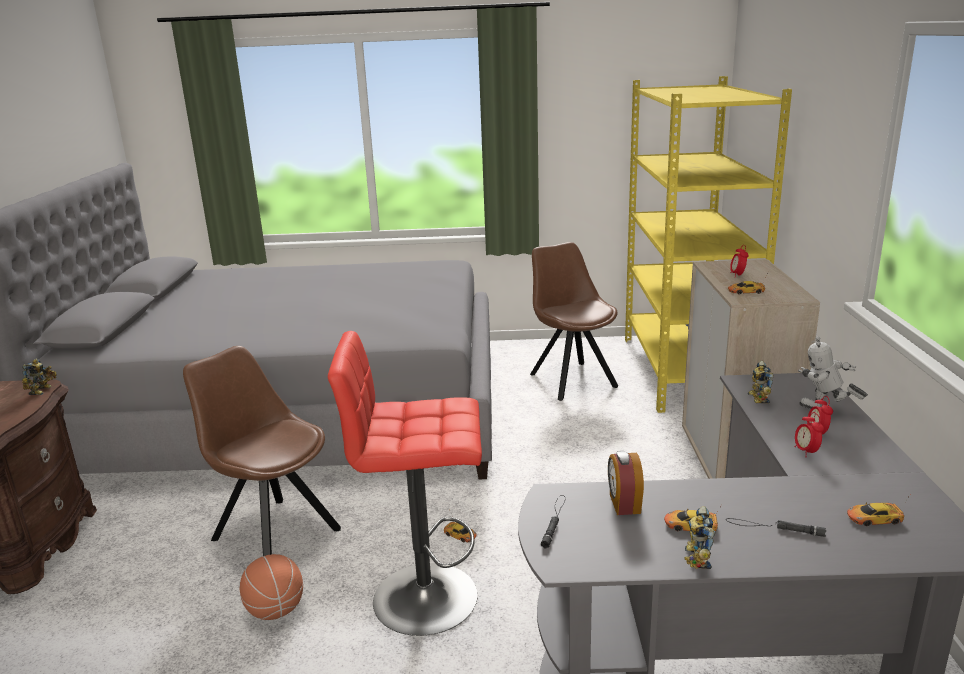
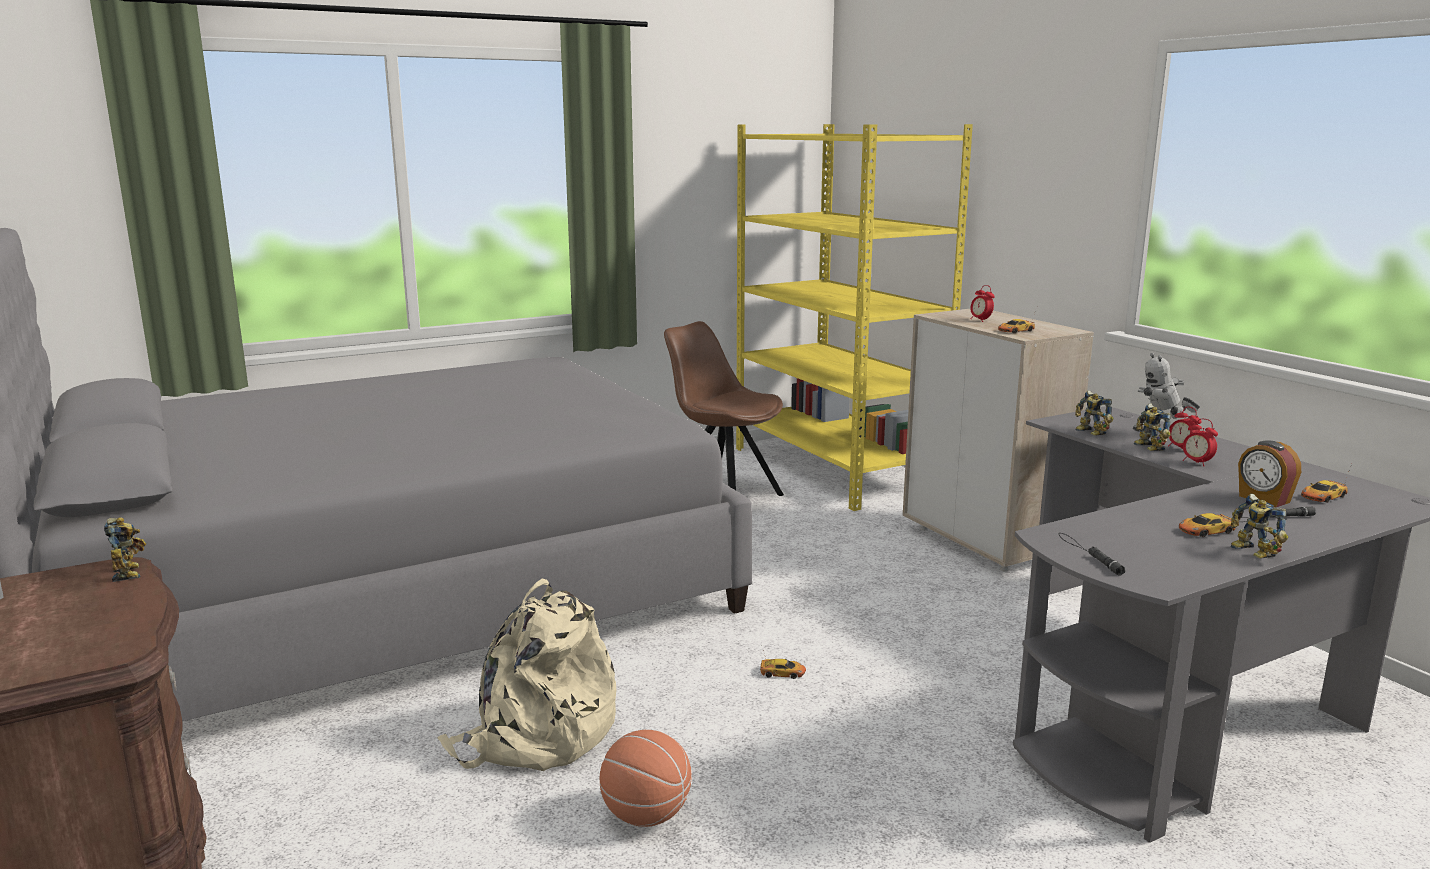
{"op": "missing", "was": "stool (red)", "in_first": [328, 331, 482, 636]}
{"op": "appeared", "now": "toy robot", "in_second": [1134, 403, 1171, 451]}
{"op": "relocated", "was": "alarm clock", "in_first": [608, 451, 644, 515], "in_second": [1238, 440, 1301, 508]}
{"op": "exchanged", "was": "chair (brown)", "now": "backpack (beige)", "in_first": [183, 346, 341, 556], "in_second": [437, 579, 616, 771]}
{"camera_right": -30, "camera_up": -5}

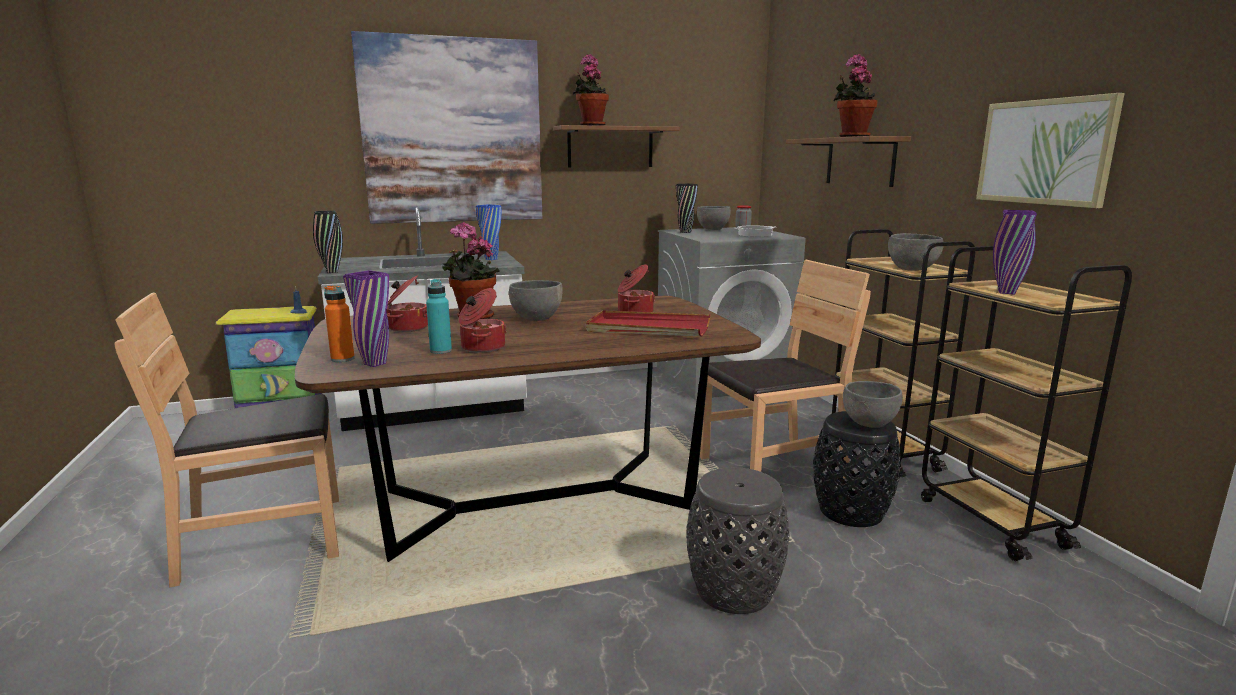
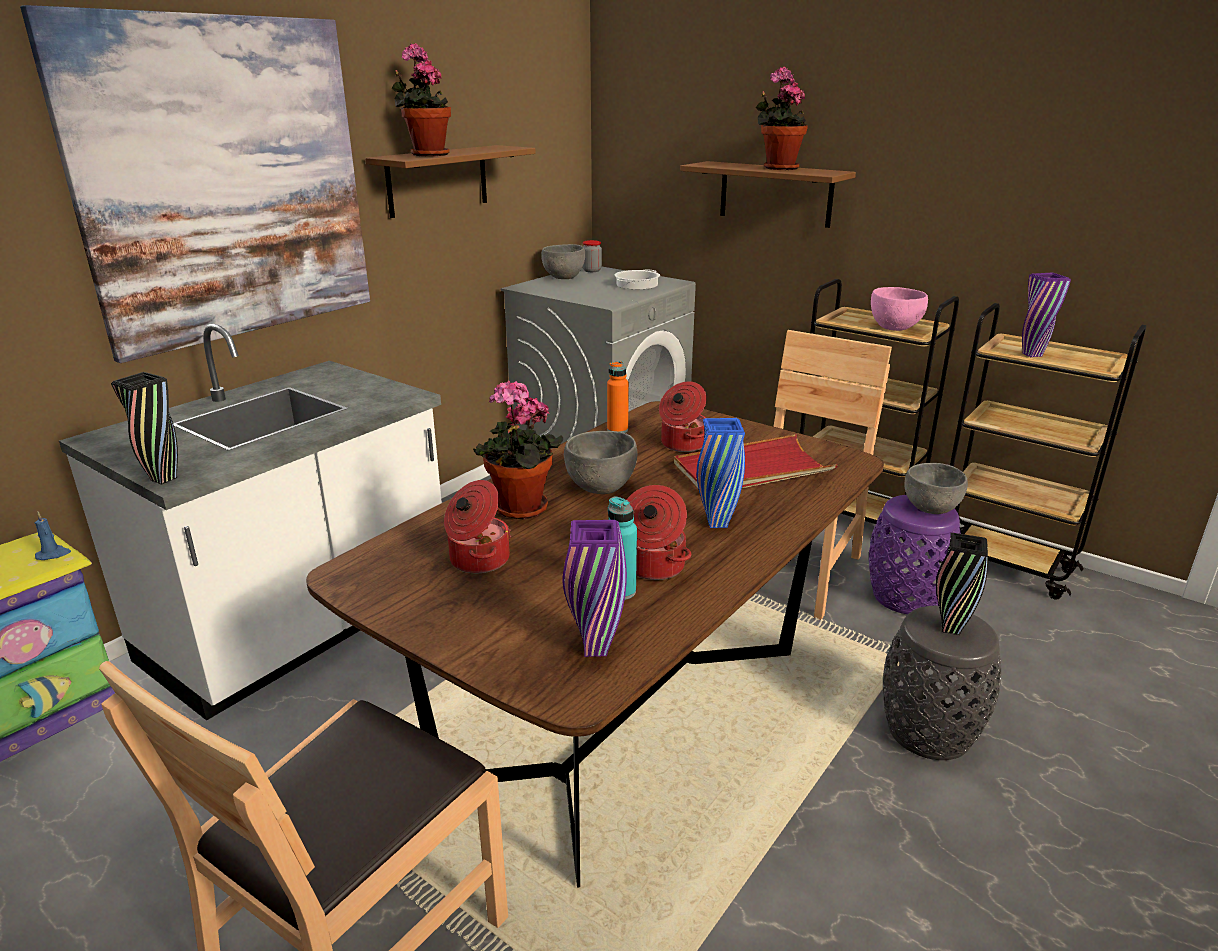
{"op": "missing", "was": "picture", "in_first": [976, 93, 1125, 208]}
{"op": "relocated", "was": "bottle (orange)", "in_first": [324, 286, 355, 362], "in_second": [607, 361, 629, 433]}
{"op": "relocated", "was": "vase (blue)", "in_first": [476, 204, 501, 260], "in_second": [697, 418, 745, 528]}
{"op": "relocated", "was": "vase (black)", "in_first": [676, 184, 698, 233], "in_second": [936, 533, 988, 635]}
{"op": "colour", "was": "stool (black)", "now": "stool (purple)", "in_first": [813, 411, 901, 527], "in_second": [869, 495, 961, 614]}
{"op": "colour", "was": "bowl (grey)", "now": "bowl (pink)", "in_first": [888, 233, 944, 271], "in_second": [871, 287, 928, 331]}
{"camera_right": -35, "camera_up": 10}

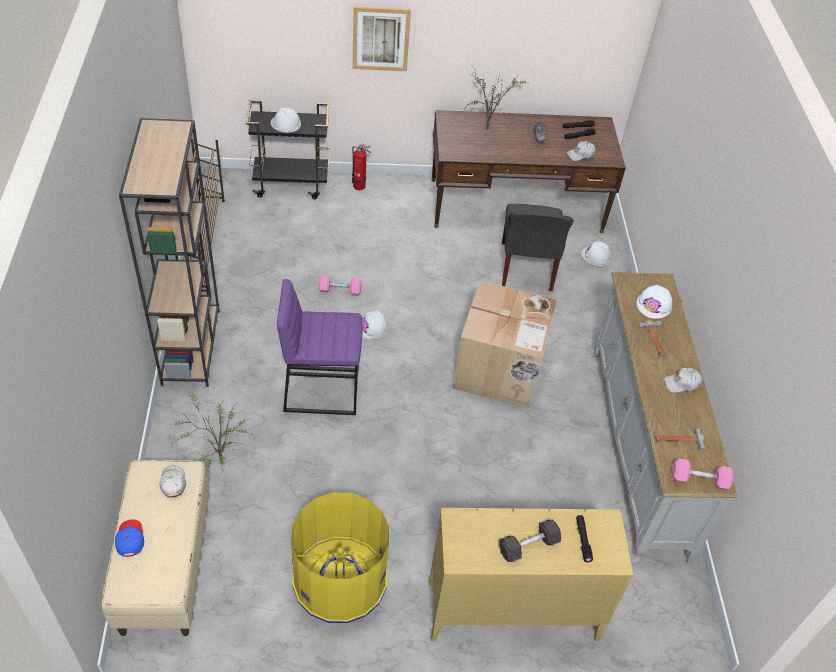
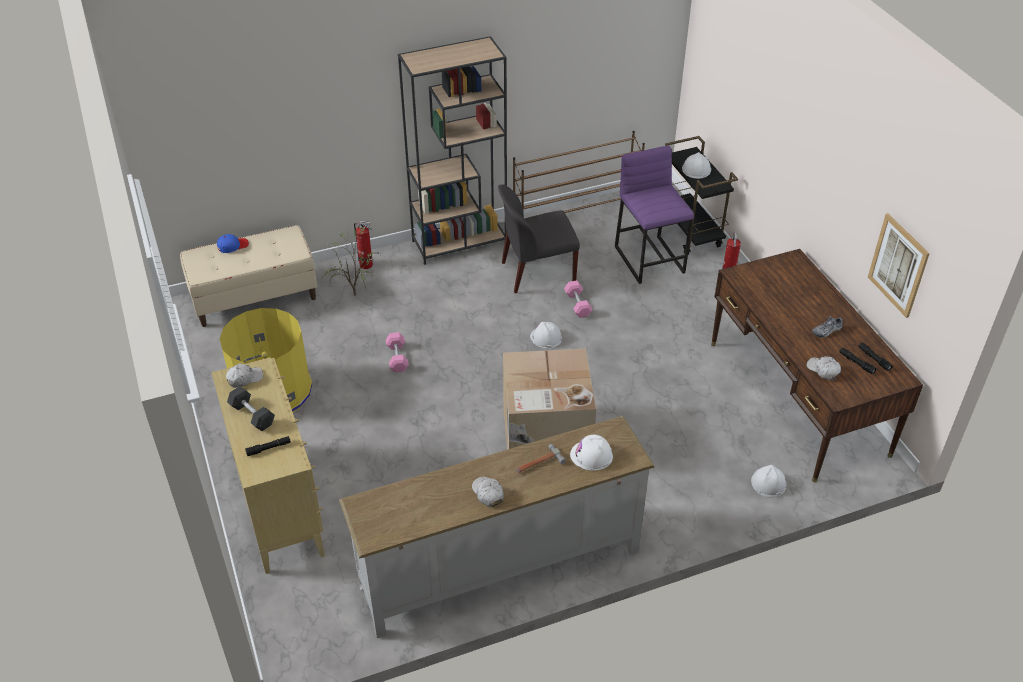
{"op": "missing", "was": "potted plant", "in_first": [463, 67, 529, 130]}
{"op": "missing", "was": "hammer", "in_first": [655, 428, 706, 452]}
{"op": "appeared", "now": "fire extinguisher", "in_second": [354, 221, 373, 269]}
{"op": "relocated", "was": "cap (white)", "in_first": [160, 465, 186, 498], "in_second": [226, 363, 263, 388]}
{"op": "relocated", "was": "stool (purple)", "in_first": [277, 279, 362, 415], "in_second": [615, 146, 694, 284]}
{"op": "relocated", "was": "picture", "in_first": [352, 7, 411, 71], "in_second": [868, 213, 930, 318]}
{"op": "relocated", "was": "chair (grey)", "in_first": [502, 204, 573, 291], "in_second": [498, 184, 580, 293]}
{"op": "relocated", "was": "dumbbell (pink)", "in_first": [672, 459, 734, 490], "in_second": [386, 332, 409, 372]}
{"camera_right": 75, "camera_up": -5}

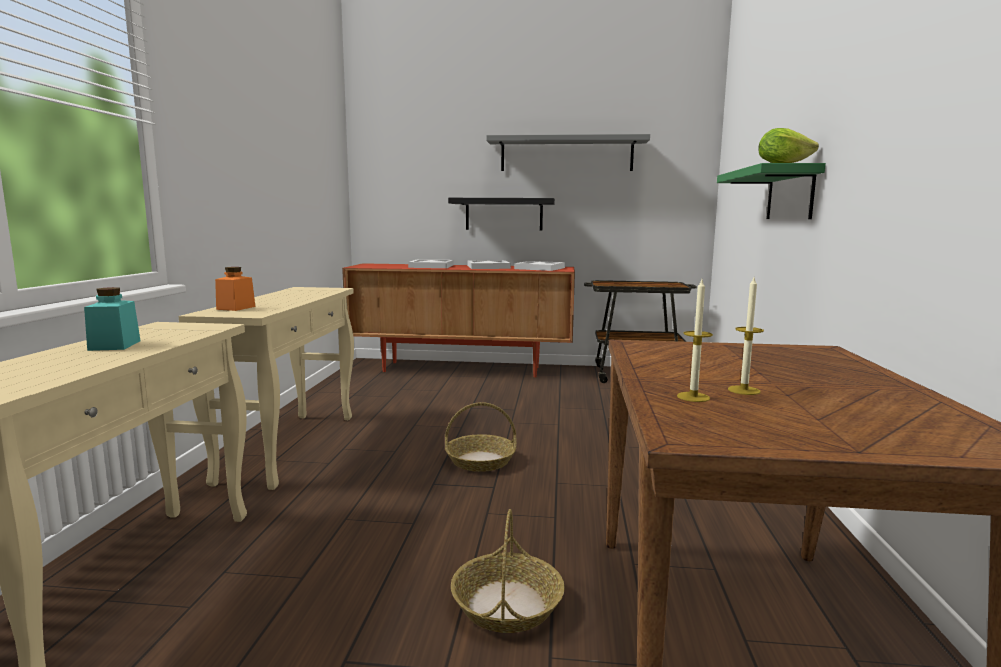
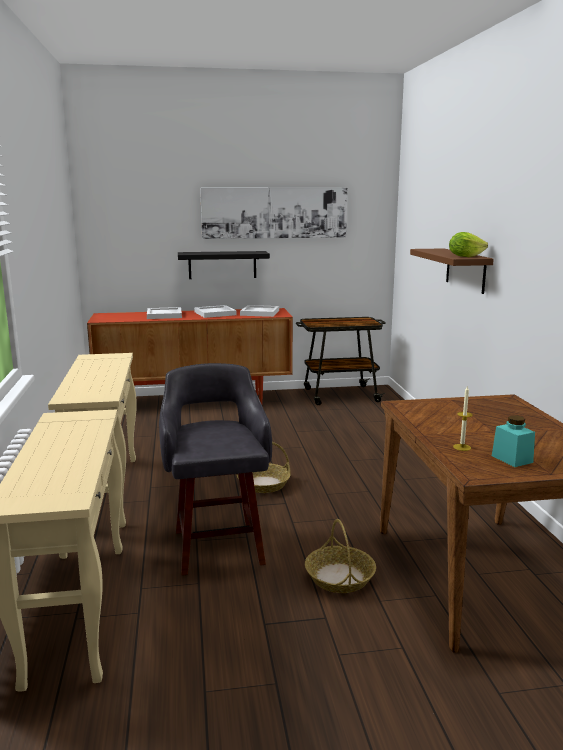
{"op": "missing", "was": "jar (orange)", "in_first": [215, 267, 256, 311]}
{"op": "missing", "was": "candle", "in_first": [728, 278, 764, 395]}
{"op": "appeared", "now": "stool (grey)", "in_second": [159, 363, 272, 575]}
{"op": "relocated", "was": "jar (turquoise)", "in_first": [84, 287, 141, 351], "in_second": [492, 415, 535, 467]}
{"op": "exchanged", "was": "shelf (grey)", "now": "picture", "in_first": [486, 134, 650, 171], "in_second": [200, 188, 347, 239]}
{"op": "colour", "was": "shelf (green)", "now": "shelf (brown)", "in_first": [717, 163, 826, 219], "in_second": [410, 248, 494, 294]}
{"camera_right": -15, "camera_up": 5}

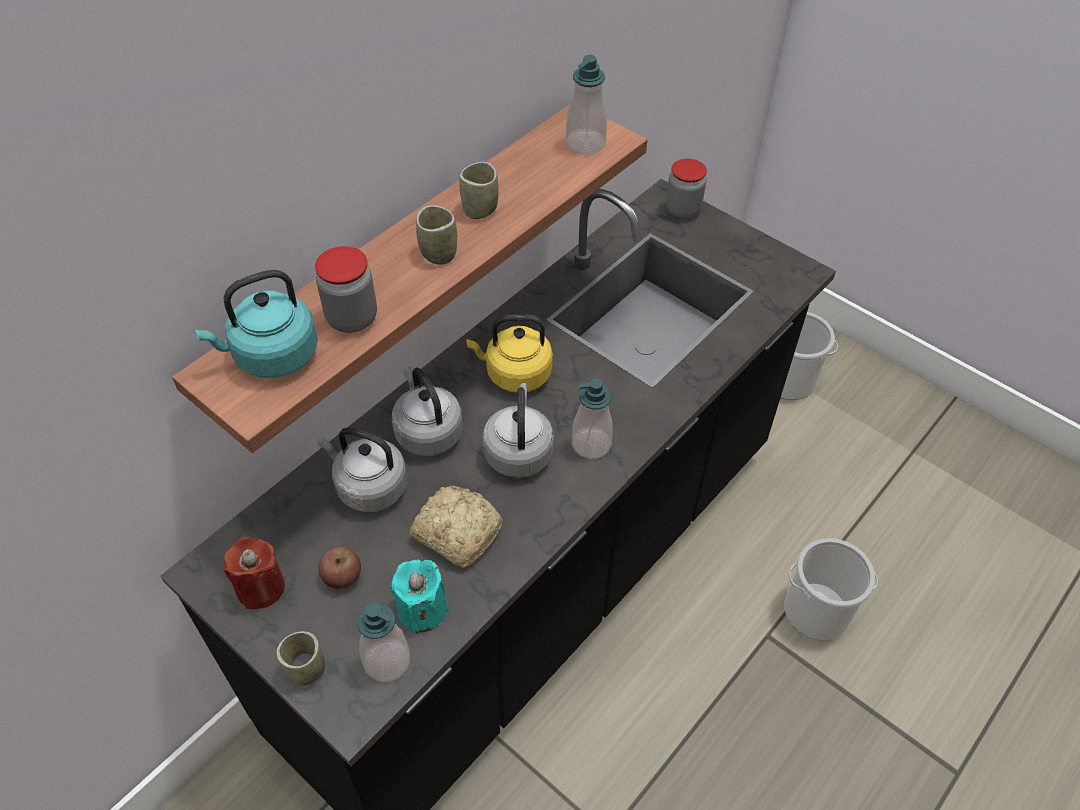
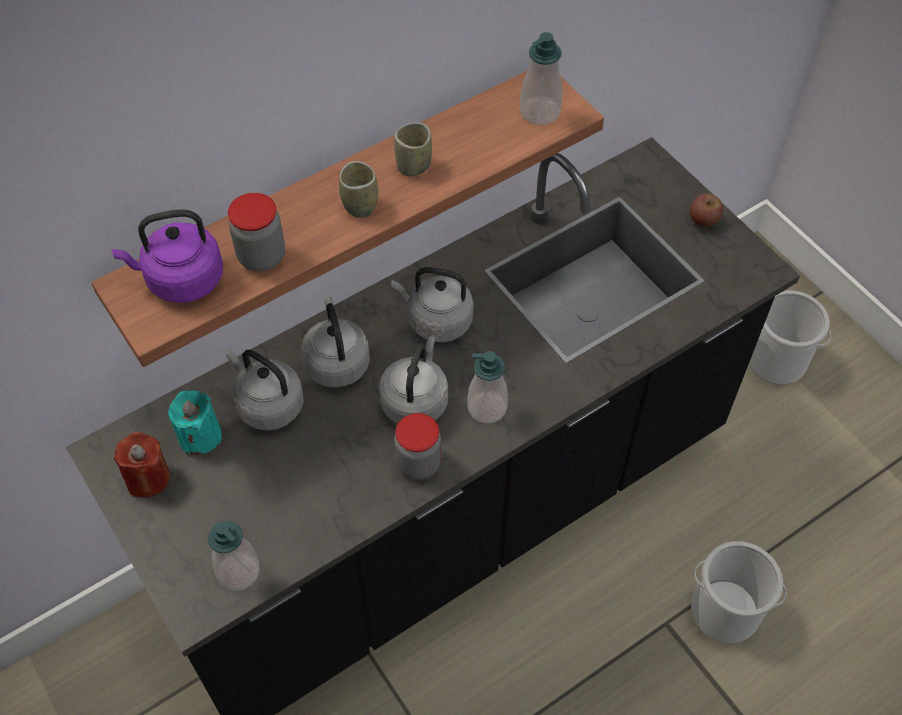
{"op": "missing", "was": "cup", "in_first": [276, 631, 325, 686]}
{"op": "missing", "was": "bread", "in_first": [409, 486, 502, 568]}
{"op": "relocated", "was": "apple", "in_first": [318, 547, 361, 589], "in_second": [690, 194, 724, 227]}
{"op": "relocated", "was": "candle (turquoise)", "in_first": [390, 559, 449, 634], "in_second": [168, 390, 222, 455]}
{"op": "relocated", "was": "jar", "in_first": [666, 159, 707, 219], "in_second": [394, 413, 441, 480]}
{"op": "colour", "was": "kettle (turquoise)", "now": "kettle (purple)", "in_first": [194, 270, 318, 378], "in_second": [111, 209, 223, 303]}
{"op": "colour", "was": "kettle (yellow)", "now": "kettle (grey)", "in_first": [466, 314, 553, 393], "in_second": [391, 267, 474, 343]}
{"camera_right": 15, "camera_up": 5}

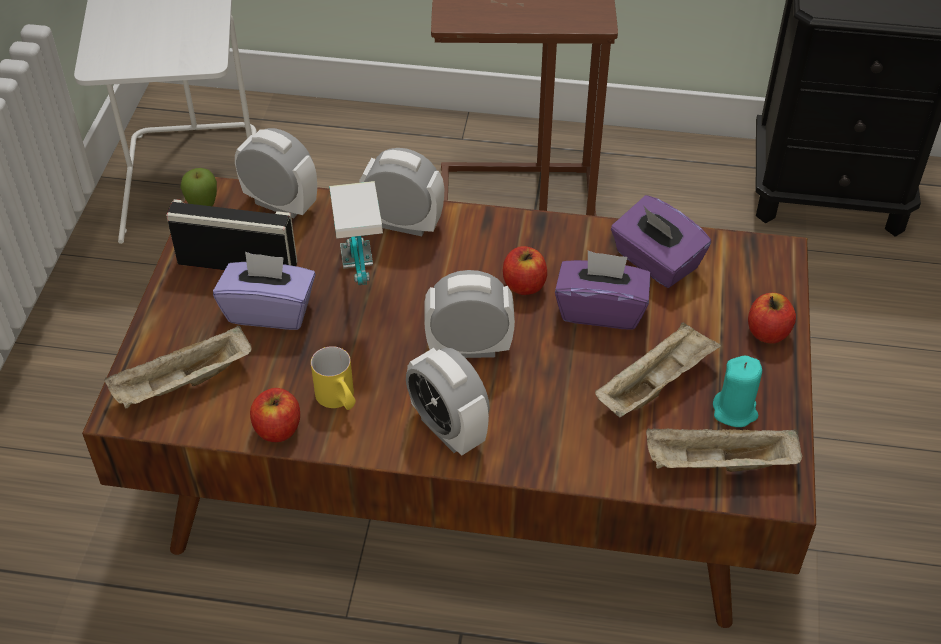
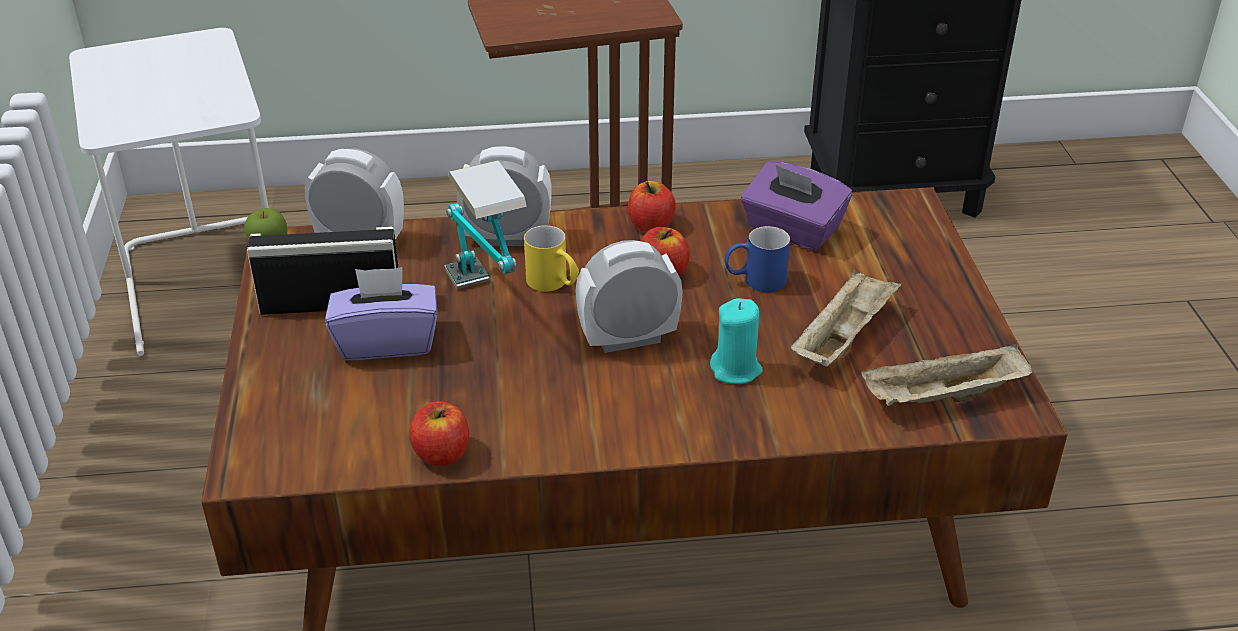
{"op": "missing", "was": "tray (beige)", "in_first": [105, 326, 252, 408]}
{"op": "missing", "was": "alarm clock", "in_first": [406, 347, 490, 455]}
{"op": "relocated", "was": "mug (yellow)", "in_first": [311, 346, 356, 410], "in_second": [524, 225, 579, 292]}
{"op": "relocated", "was": "candle (turquoise)", "in_first": [713, 356, 762, 427], "in_second": [710, 298, 762, 384]}
{"op": "relocated", "was": "apple", "in_first": [748, 293, 796, 343], "in_second": [628, 181, 676, 232]}
{"op": "exchanged", "was": "tissue box (purple)", "now": "mug (blue)", "in_first": [555, 250, 651, 330], "in_second": [725, 226, 790, 292]}
{"camera_right": -15, "camera_up": -10}

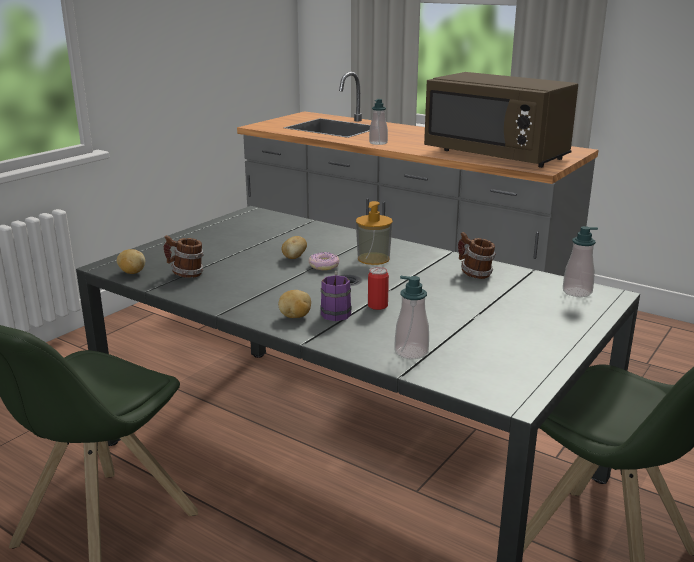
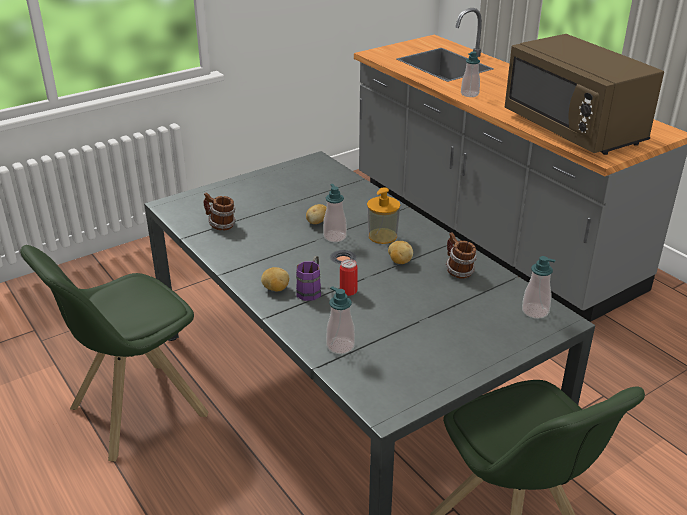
{"op": "relocated", "was": "potato", "in_first": [117, 249, 145, 274], "in_second": [388, 241, 413, 264]}
{"op": "exchanged", "was": "donut", "now": "soap dispenser", "in_first": [309, 252, 339, 270], "in_second": [323, 184, 347, 242]}
{"camera_right": 20, "camera_up": 10}

